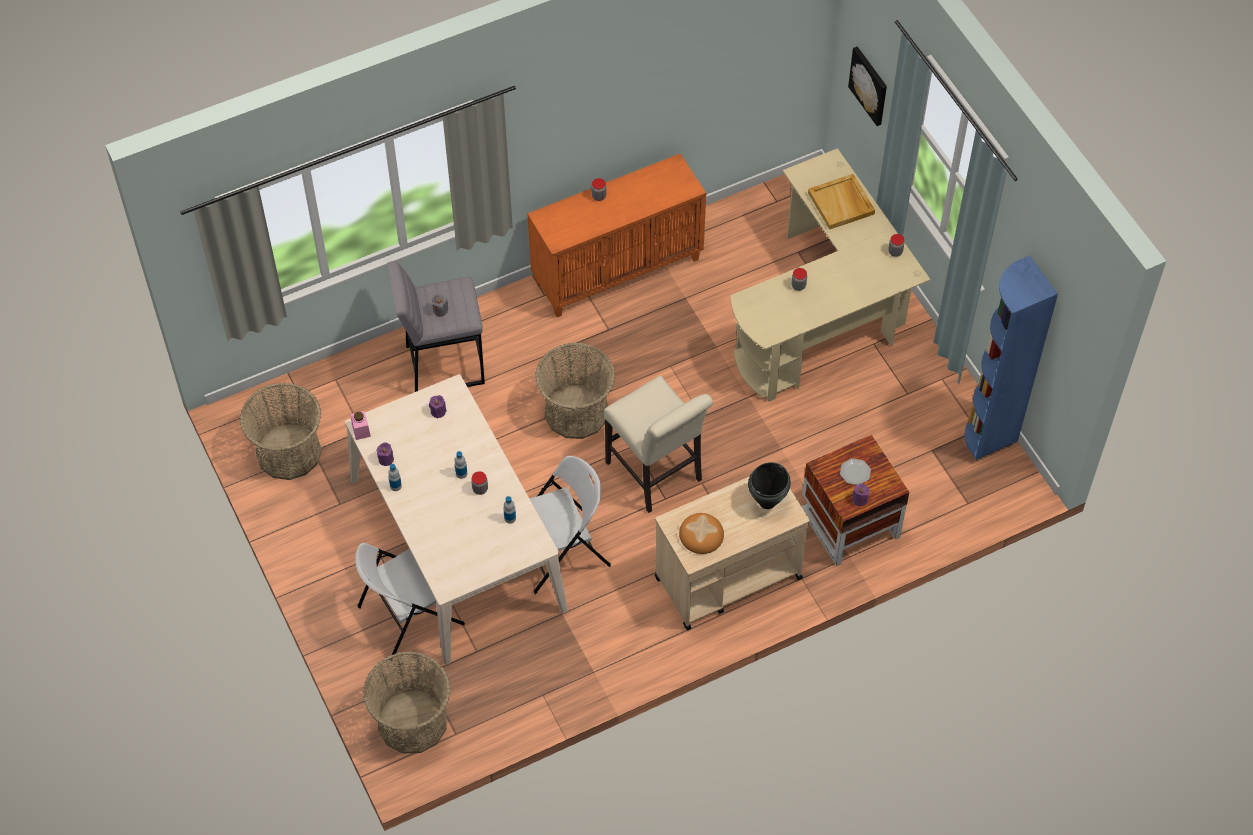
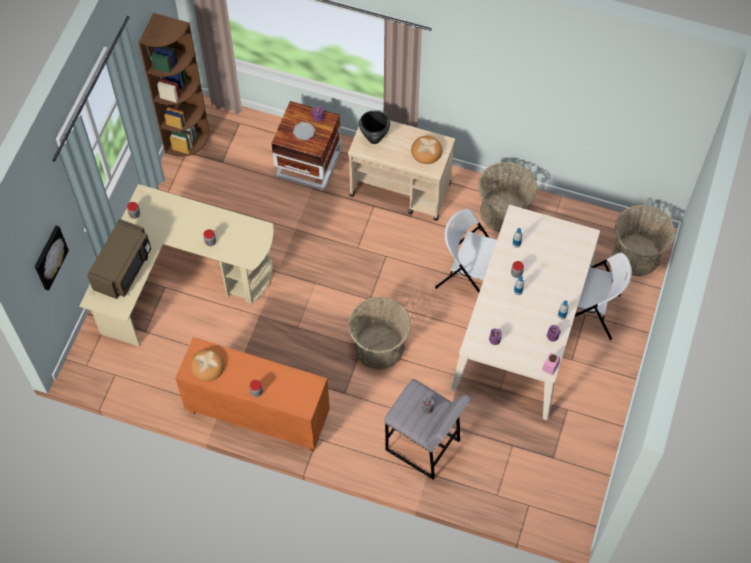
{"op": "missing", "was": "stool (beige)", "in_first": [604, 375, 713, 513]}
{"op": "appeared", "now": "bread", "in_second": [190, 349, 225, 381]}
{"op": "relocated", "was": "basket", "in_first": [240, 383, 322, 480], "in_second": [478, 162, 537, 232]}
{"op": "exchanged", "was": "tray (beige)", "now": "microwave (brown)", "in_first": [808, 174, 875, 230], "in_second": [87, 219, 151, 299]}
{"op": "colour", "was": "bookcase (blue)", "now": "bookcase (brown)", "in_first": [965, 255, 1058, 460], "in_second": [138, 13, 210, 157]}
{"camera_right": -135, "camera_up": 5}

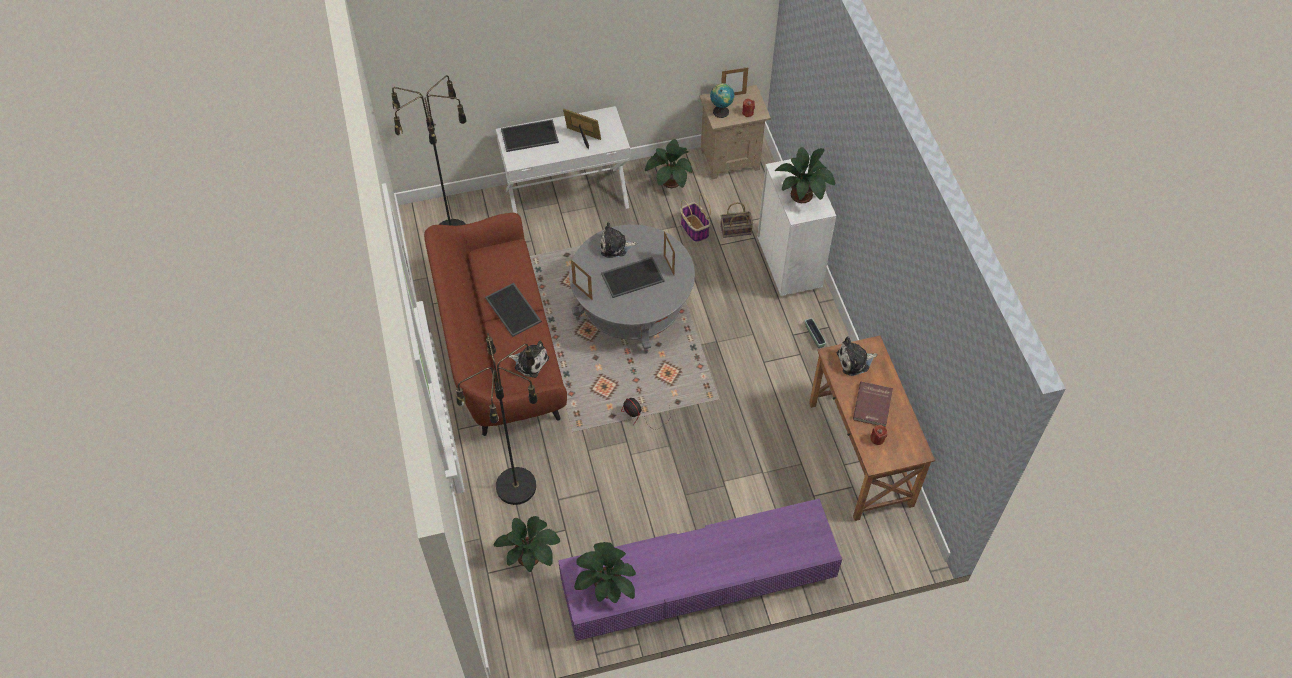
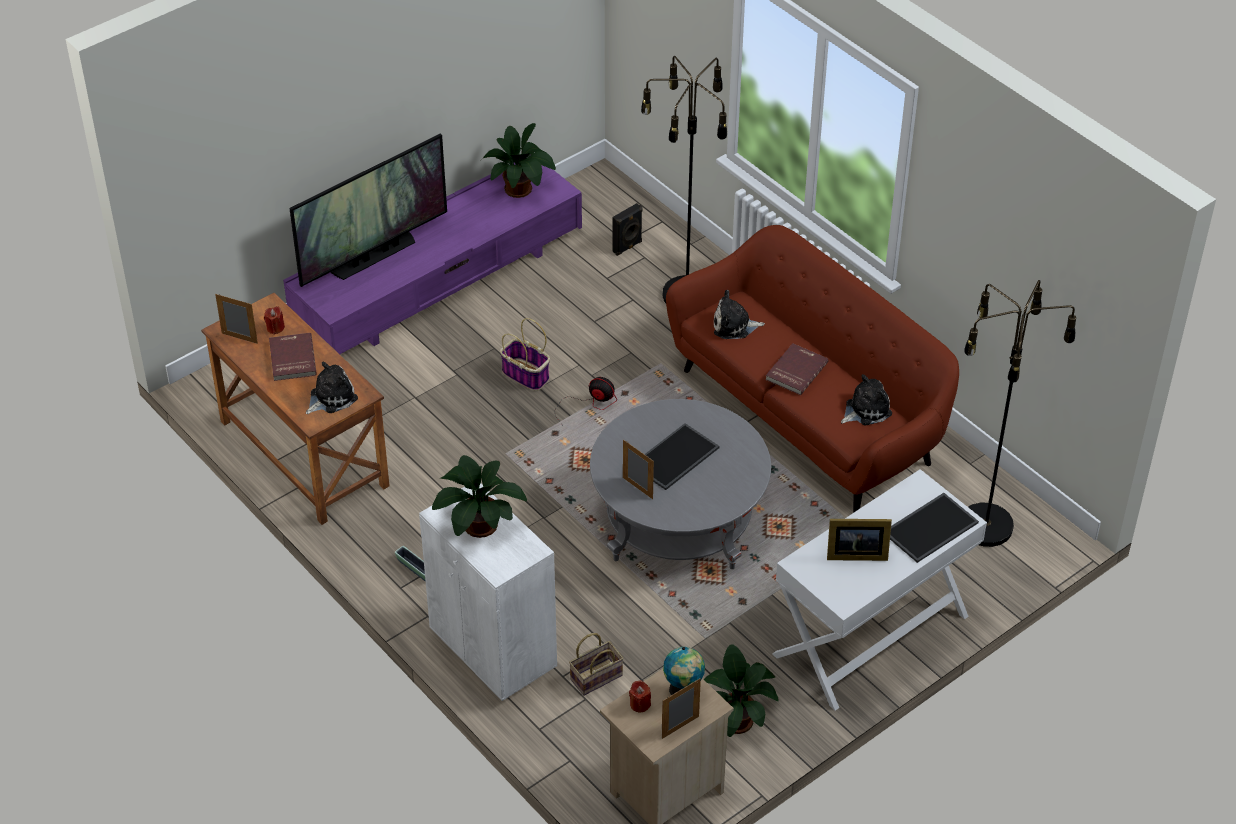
{"op": "appeared", "now": "television", "in_second": [289, 134, 447, 287]}
{"op": "relocated", "was": "picture frame", "in_first": [571, 260, 592, 300], "in_second": [215, 294, 258, 344]}
{"op": "relocated", "was": "plush toy", "in_first": [600, 222, 637, 258], "in_second": [841, 374, 892, 425]}
{"op": "relocated", "was": "basket", "in_first": [680, 193, 711, 242], "in_second": [500, 318, 550, 391]}
{"op": "exchanged", "was": "tray", "now": "book (red)", "in_first": [485, 283, 542, 337], "in_second": [765, 343, 828, 395]}
{"op": "exchanged", "was": "potted plant", "now": "speaker (black)", "in_first": [493, 516, 560, 572], "in_second": [612, 203, 642, 256]}
{"camera_right": 155, "camera_up": -10}

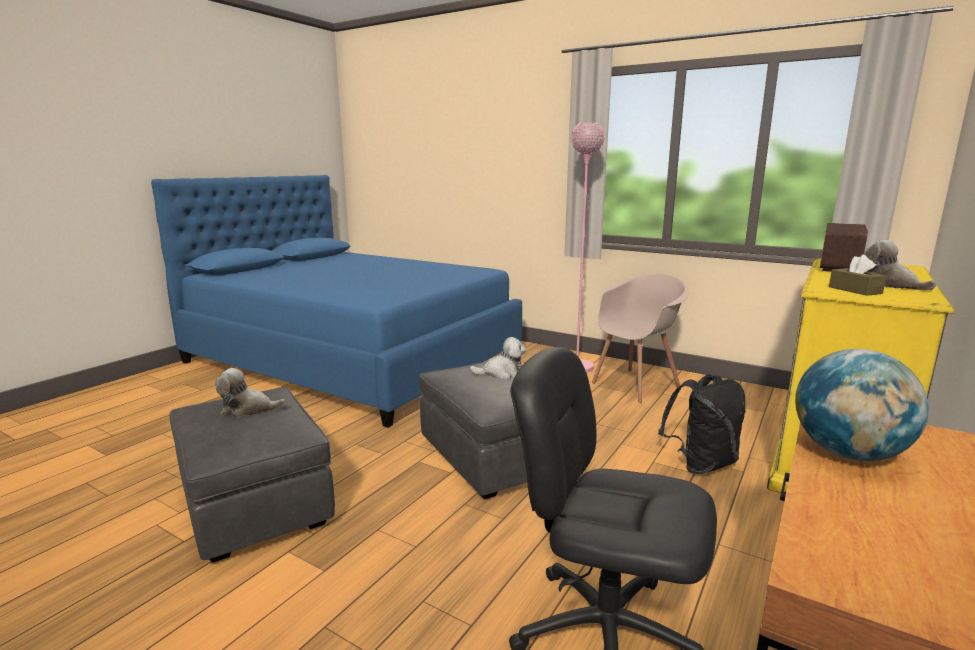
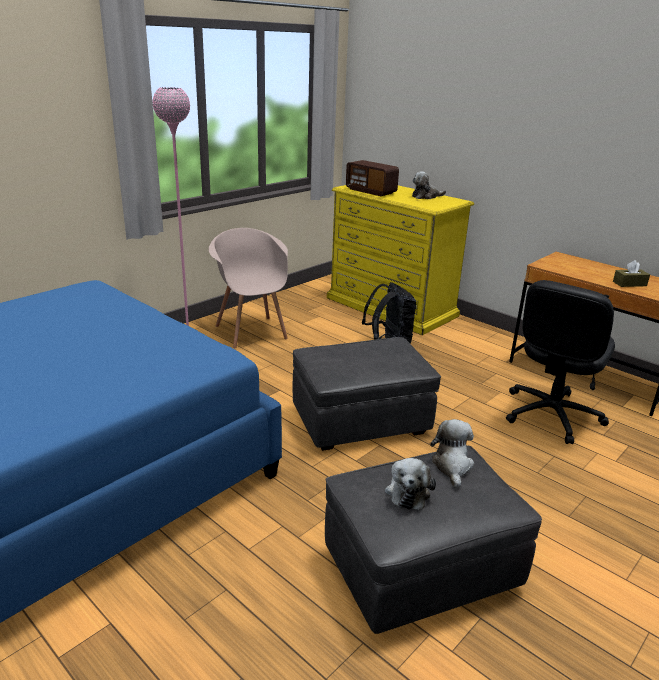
{"op": "missing", "was": "globe", "in_first": [795, 349, 929, 461]}
{"op": "relocated", "was": "plush toy", "in_first": [470, 337, 527, 380], "in_second": [430, 419, 474, 489]}
{"op": "relocated", "was": "tissue box (brown)", "in_first": [829, 255, 886, 296], "in_second": [613, 260, 650, 287]}
{"camera_right": -80, "camera_up": 10}

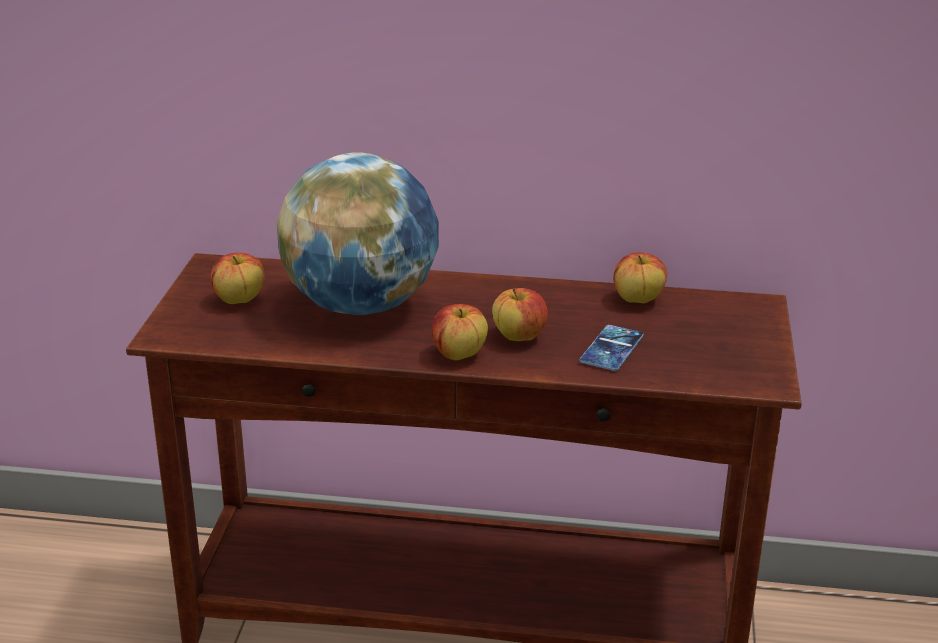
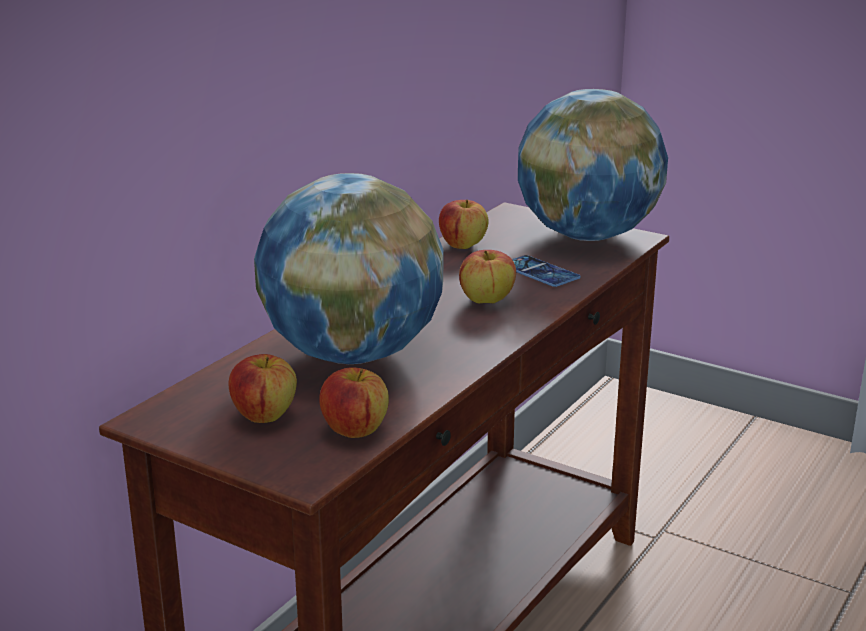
{"op": "appeared", "now": "globe", "in_second": [518, 89, 668, 241]}
{"op": "relocated", "was": "apple", "in_first": [432, 304, 488, 360], "in_second": [319, 367, 389, 438]}
{"camera_right": -65, "camera_up": -5}

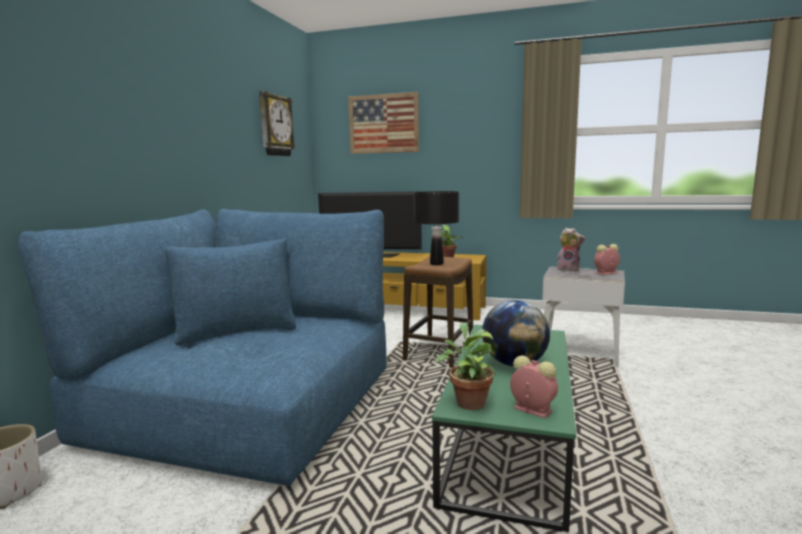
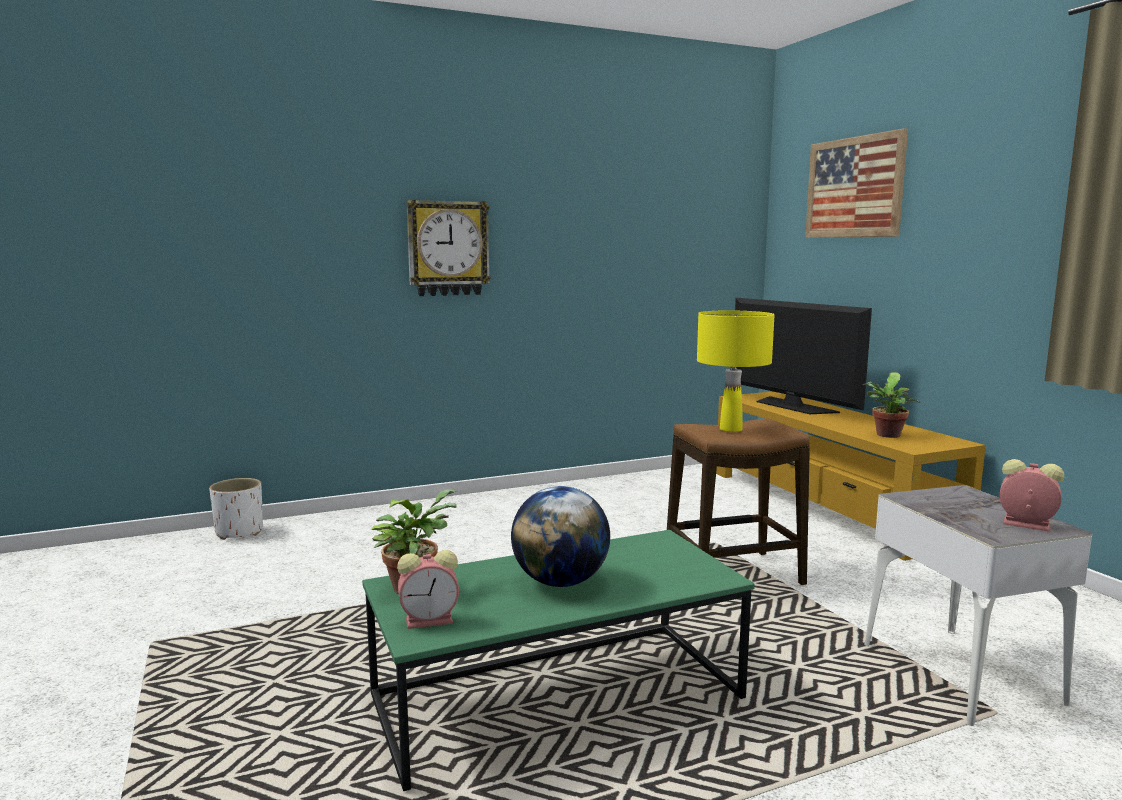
{"op": "missing", "was": "sofa (blue)", "in_first": [18, 209, 386, 486]}
{"op": "missing", "was": "plush toy", "in_first": [557, 228, 585, 271]}
{"op": "relocated", "was": "wall clock", "in_first": [259, 91, 295, 156], "in_second": [406, 200, 491, 296]}
{"op": "colour", "was": "table lamp (black)", "now": "table lamp (yellow)", "in_first": [414, 191, 459, 265], "in_second": [697, 310, 775, 432]}
{"op": "spun", "was": "alarm clock", "in_first": [510, 355, 558, 418], "in_second": [397, 550, 459, 629], "clockwise": 75}
{"camera_right": 50, "camera_up": 0}

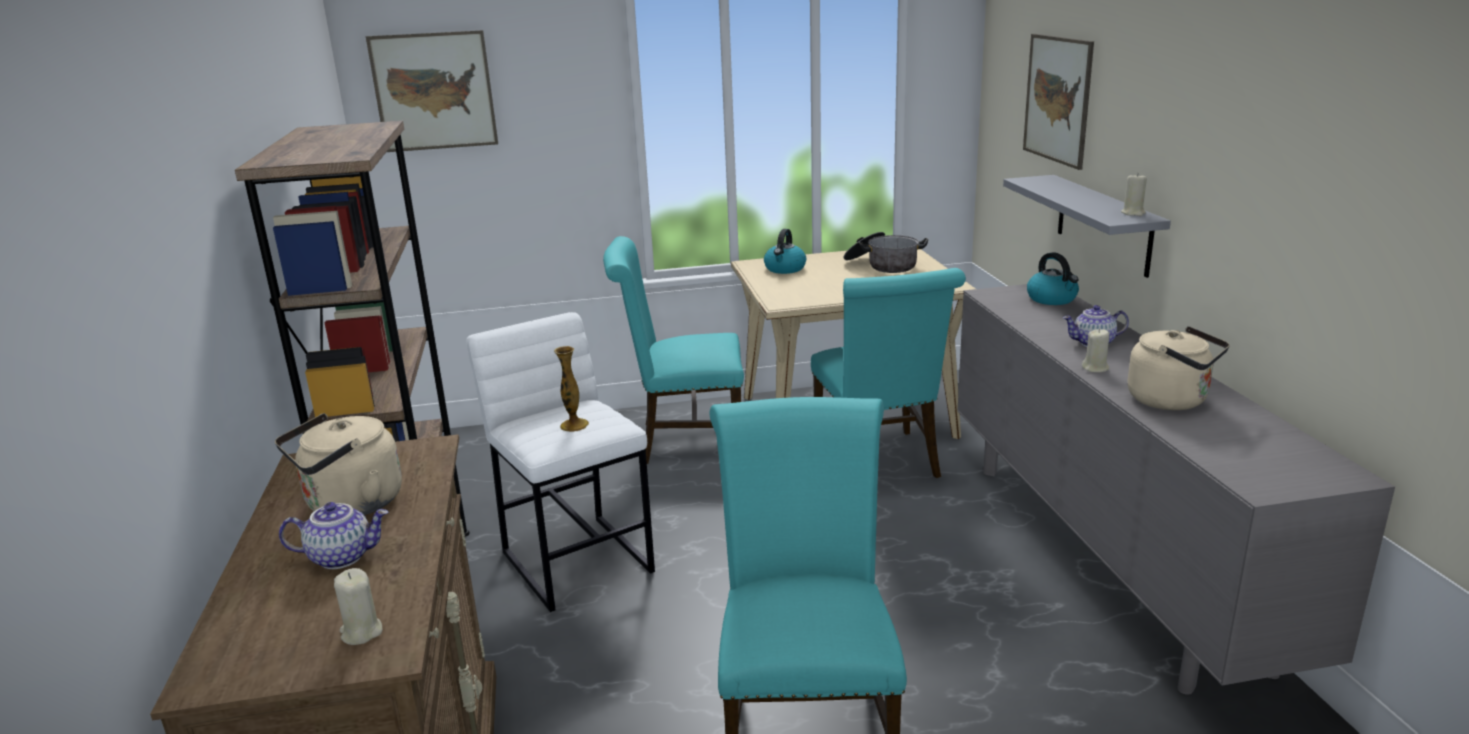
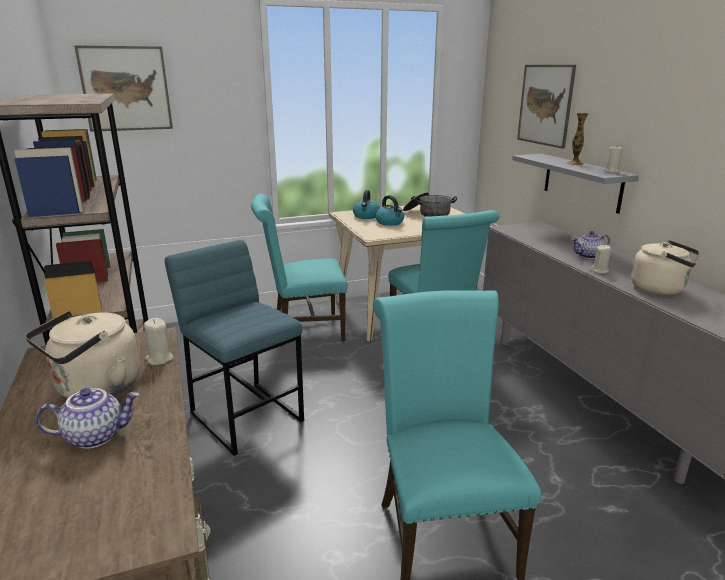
{"op": "relocated", "was": "candle (beige)", "in_first": [334, 568, 382, 645], "in_second": [144, 318, 174, 365]}
{"op": "relocated", "was": "vase", "in_first": [554, 346, 589, 432], "in_second": [567, 113, 589, 165]}
{"op": "relocated", "was": "kettle", "in_first": [1027, 252, 1079, 305], "in_second": [376, 195, 404, 226]}
{"op": "colour", "was": "stool (white)", "now": "stool (blue)", "in_first": [466, 312, 655, 612], "in_second": [164, 240, 304, 456]}
{"camera_right": -10, "camera_up": 0}

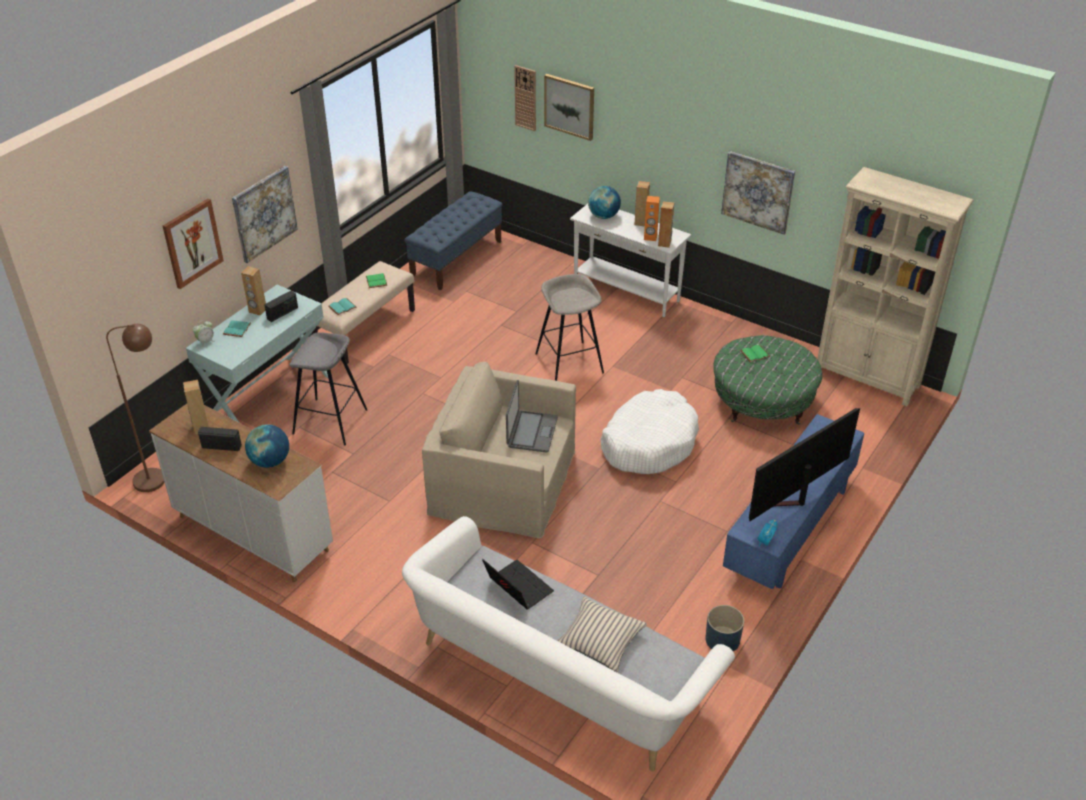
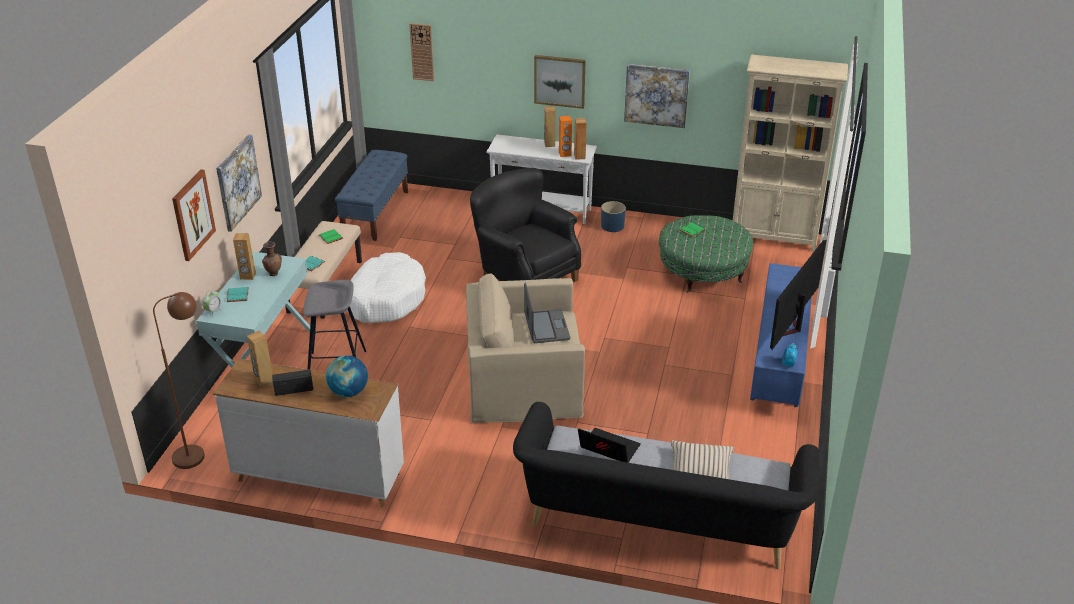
{"op": "missing", "was": "globe", "in_first": [588, 186, 621, 219]}
{"op": "relocated", "was": "picture", "in_first": [544, 74, 594, 141], "in_second": [534, 55, 586, 109]}
{"op": "relocated", "was": "dog bed (white)", "in_first": [601, 389, 699, 474], "in_second": [347, 252, 426, 323]}
{"op": "relocated", "was": "planter (blue)", "in_first": [705, 605, 744, 651], "in_second": [601, 201, 626, 232]}
{"op": "exchanged", "was": "radio", "now": "vase (brown)", "in_first": [264, 291, 298, 322], "in_second": [262, 242, 282, 276]}
{"op": "exchanged", "was": "stool (grey)", "now": "armchair (black)", "in_first": [535, 274, 604, 381], "in_second": [470, 168, 581, 282]}
{"op": "colour", "was": "sofa (white)", "now": "sofa (black)", "in_first": [402, 516, 735, 771], "in_second": [513, 402, 820, 569]}
{"camera_right": -20, "camera_up": -5}

